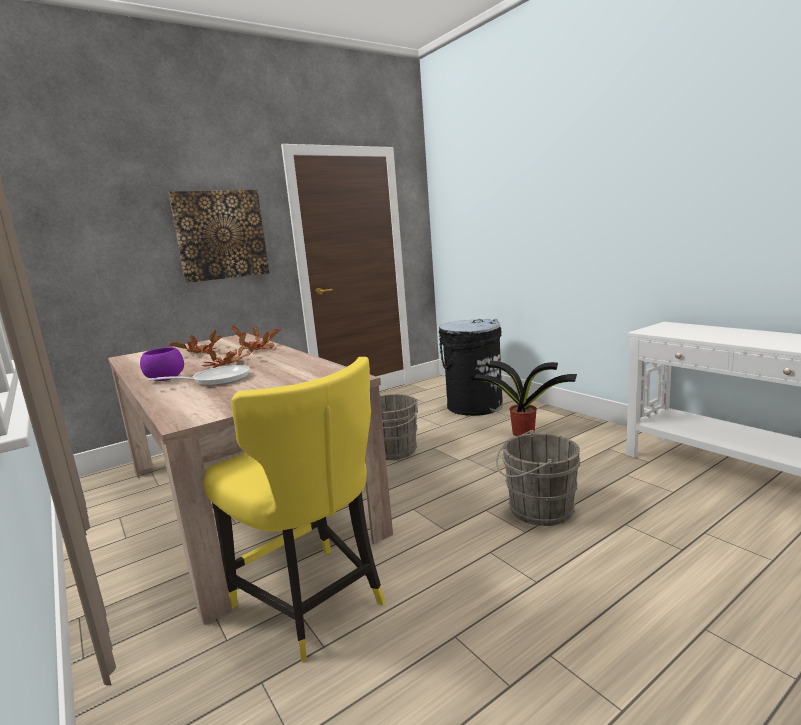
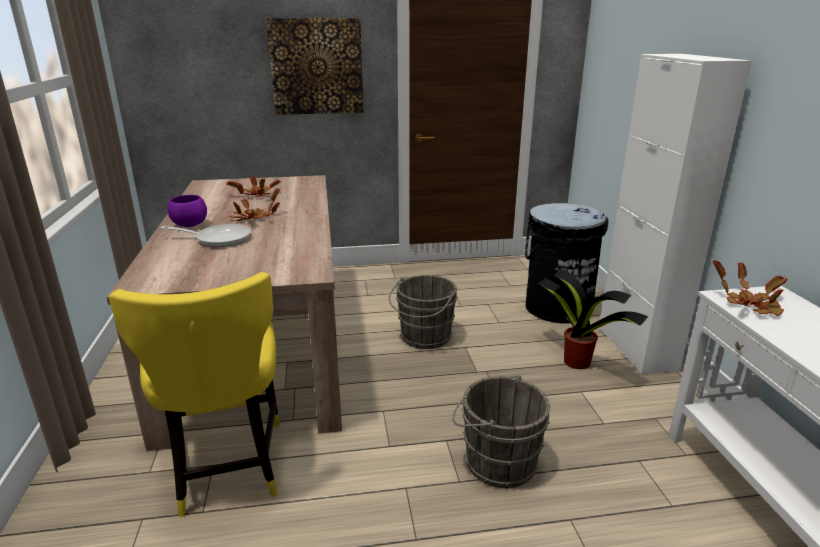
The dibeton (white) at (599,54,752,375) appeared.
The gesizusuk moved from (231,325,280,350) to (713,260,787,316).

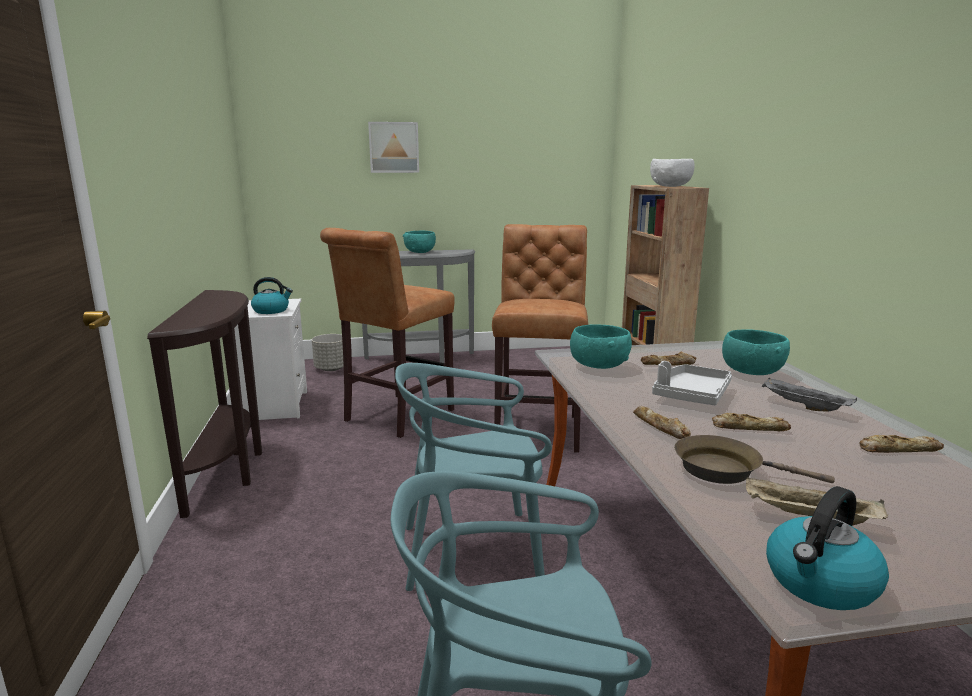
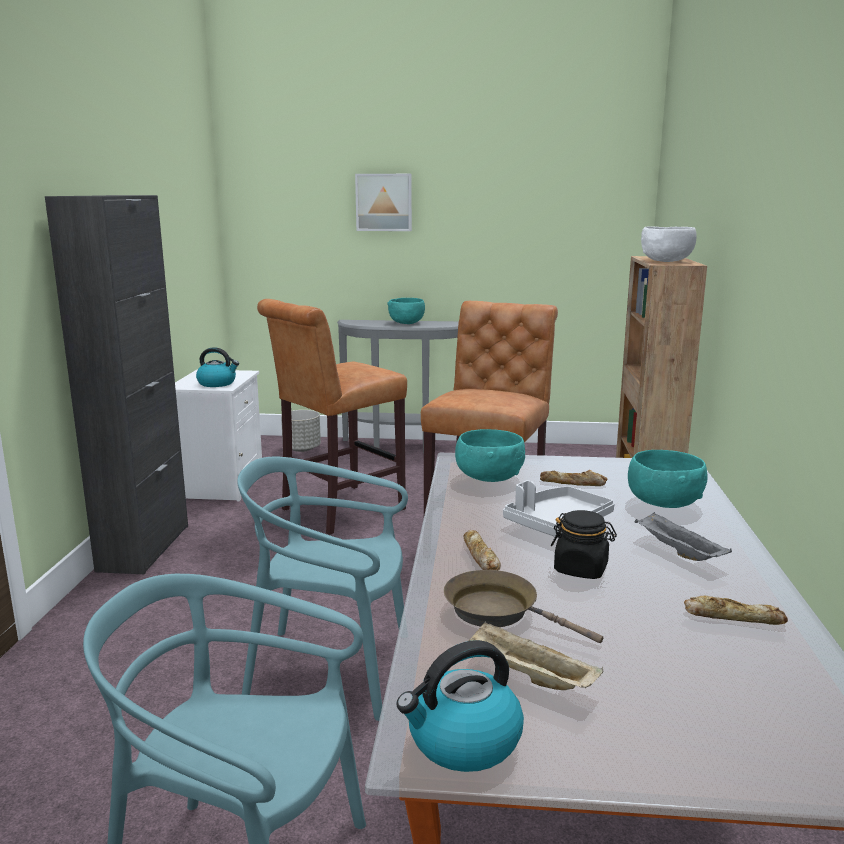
The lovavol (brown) at (147,290,262,518) was replaced by the dibeton (black) at (45,195,188,574).
The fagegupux at (712,413,791,431) was replaced by the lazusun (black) at (551,510,617,579).

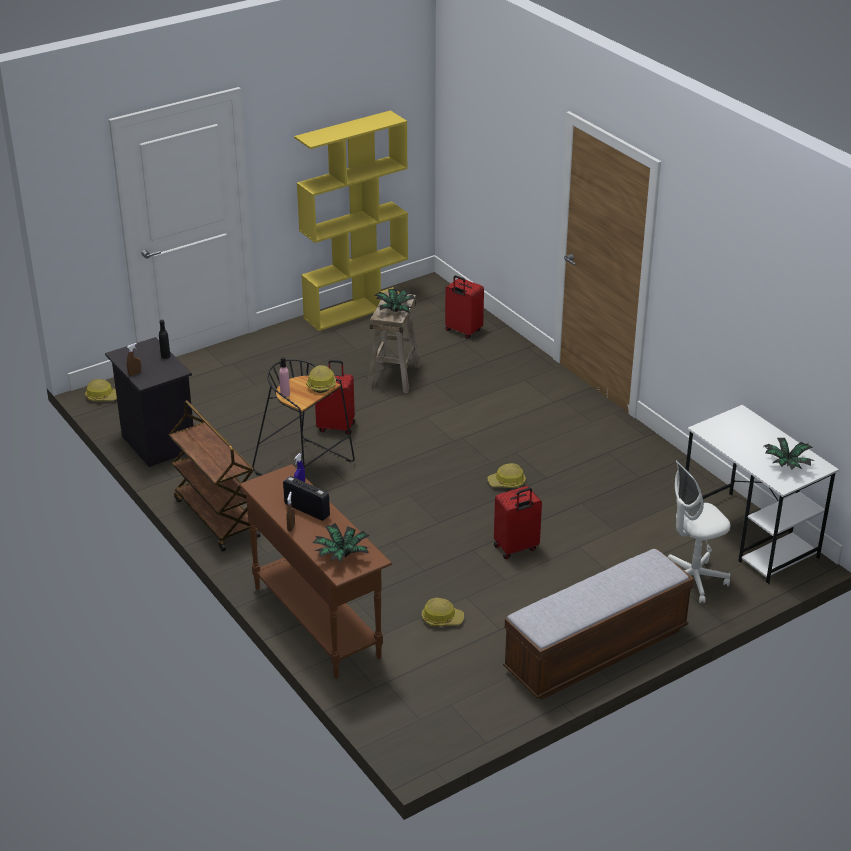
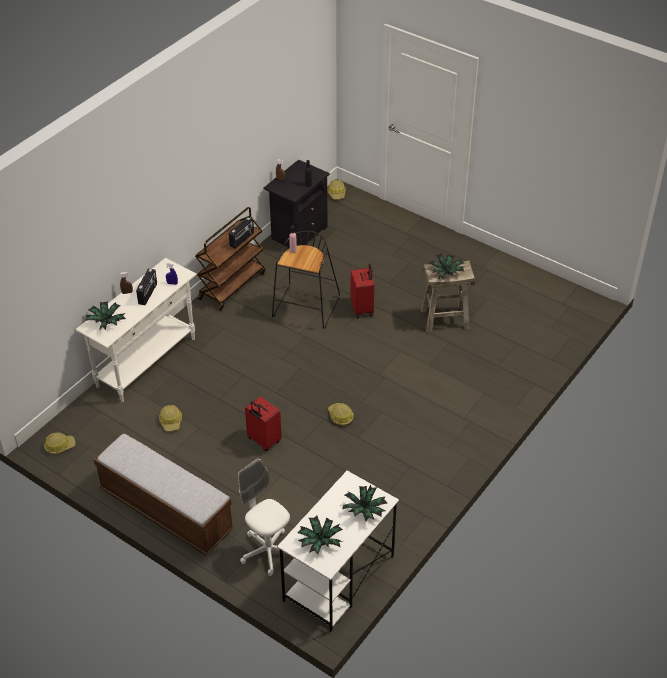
The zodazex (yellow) at (294,110,408,331) disappeared.
The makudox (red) at (445,275,484,338) disappeared.
The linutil at (229,217,254,249) appeared.
The gesizusuk at (342,485,387,522) appeared.
The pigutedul moved from (306,365,336,393) to (44,432,75,454).
The lovavol (brown) at (239,464,392,678) became the lovavol (white) at (76,258,197,402).

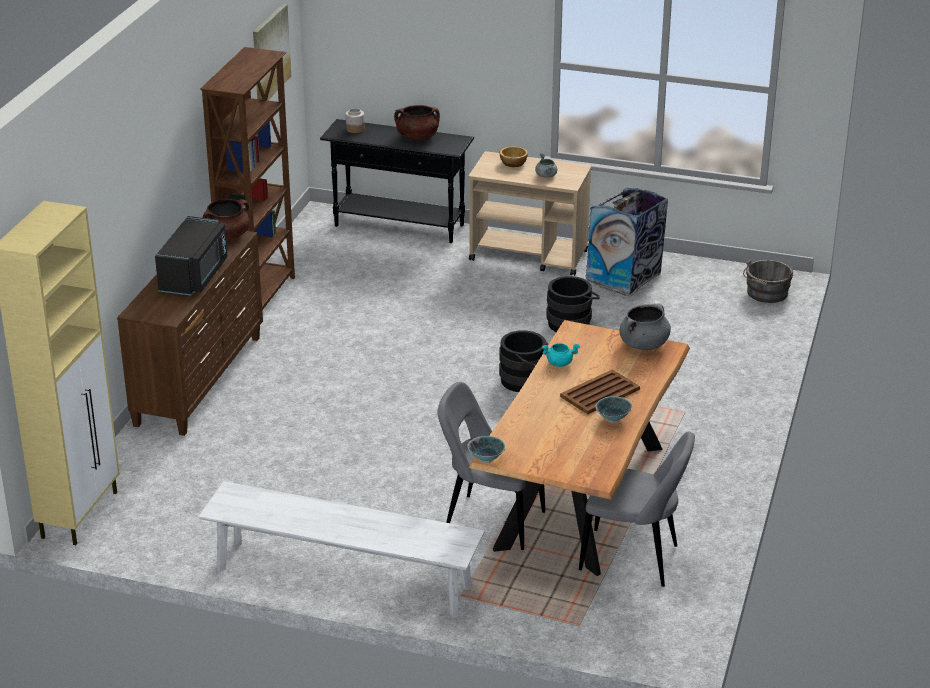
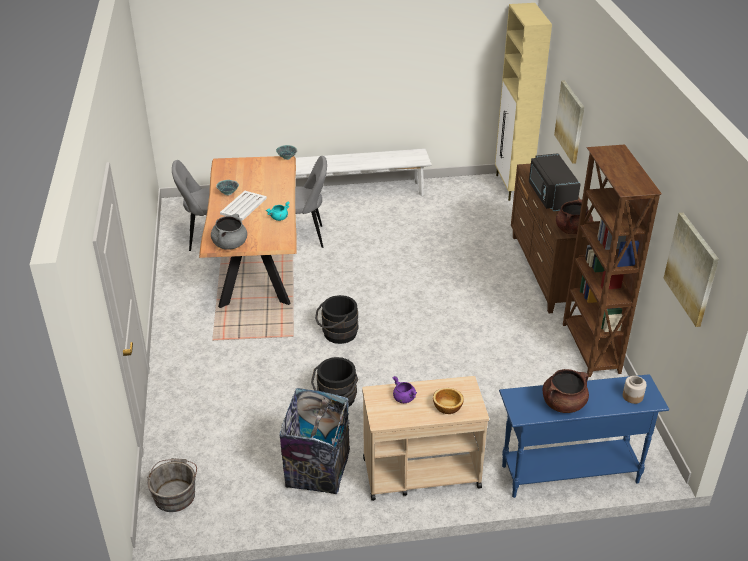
The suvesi at (554,80,584,164) appeared.
The lovavol (black) at (320,119,474,243) became the lovavol (blue) at (499,374,669,498).
The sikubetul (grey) at (535,153,557,177) became the sikubetul (purple) at (393,376,417,403).
The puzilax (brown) at (560,369,640,414) became the puzilax (white) at (220,191,267,221).

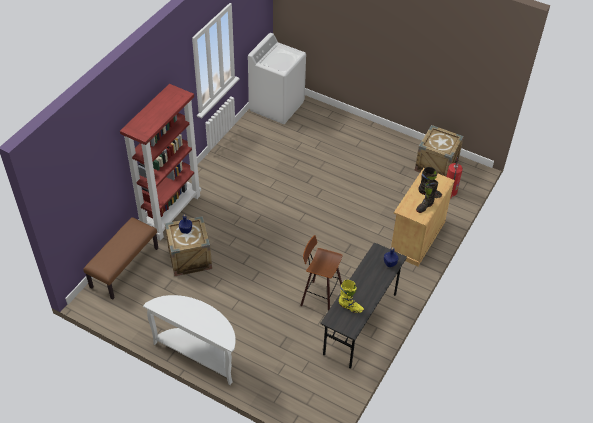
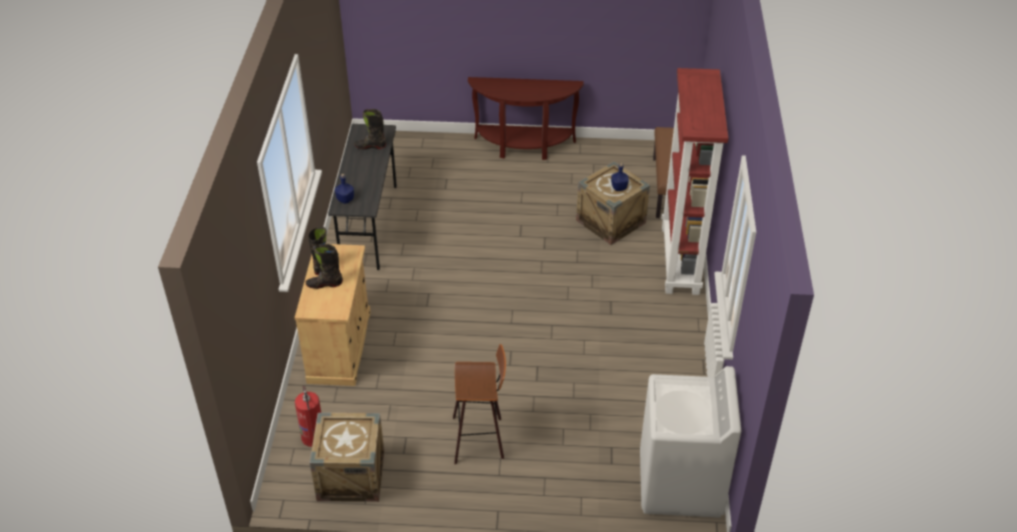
The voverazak moved from (300,235,342,311) to (453,344,506,464).
The lovavol (white) at (143,295,236,385) became the lovavol (brown) at (468,77,584,160).
The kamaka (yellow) at (339,280,364,313) became the kamaka (black) at (354,109,386,149).

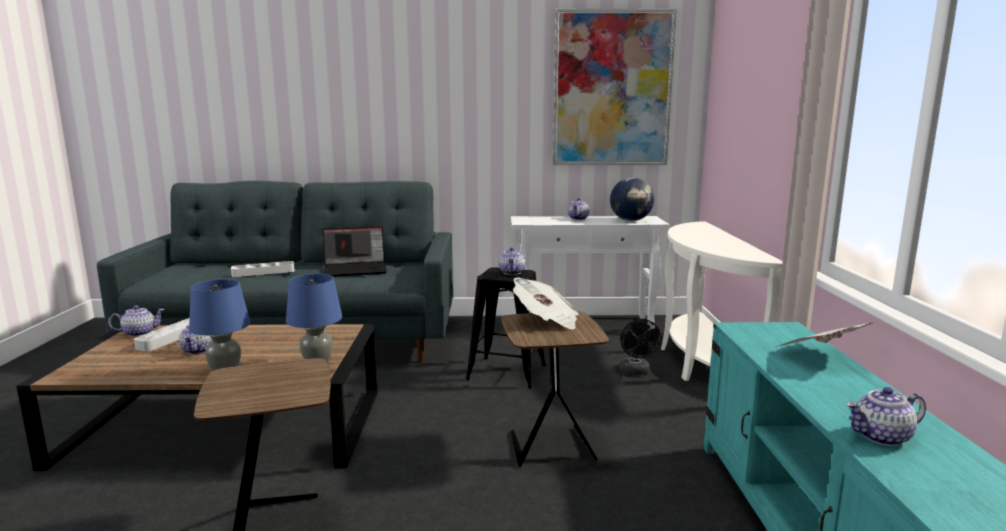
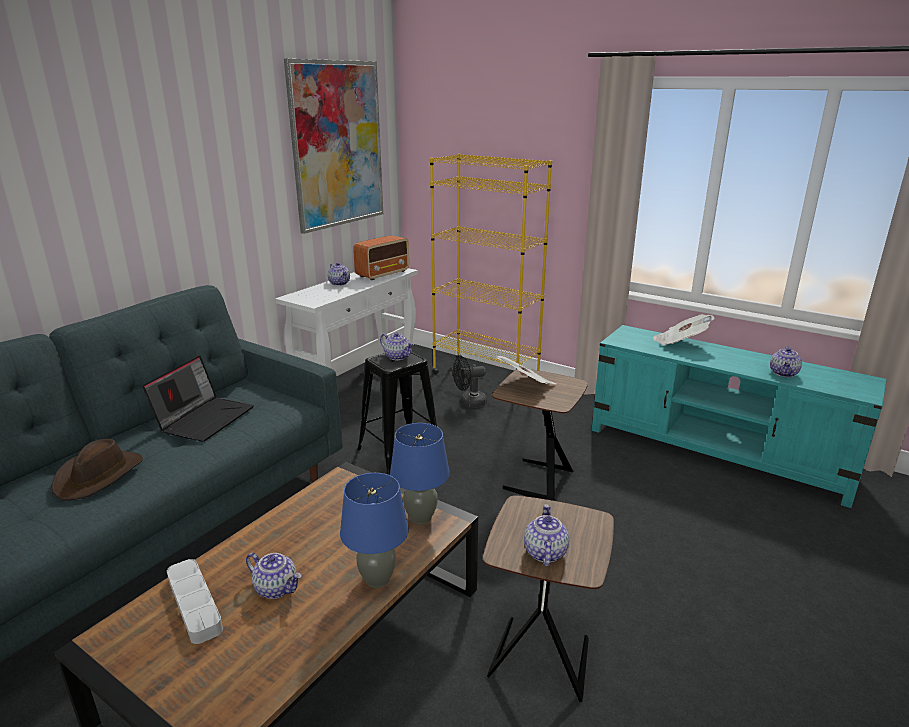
The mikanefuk moved from (108,305,165,337) to (524,504,569,566).
The puzilax (grey) at (231,261,295,277) was replaced by the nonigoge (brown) at (52,439,143,501).
The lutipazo at (610,177,654,221) was replaced by the linutil at (353,235,409,280).
The lovavol (white) at (661,221,783,381) was replaced by the zodazex (yellow) at (430,153,552,374).
The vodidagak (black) at (620,319,661,375) turned 135 degrees clockwise.

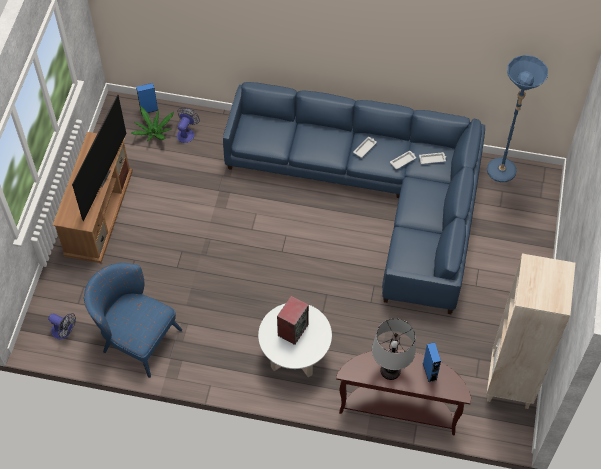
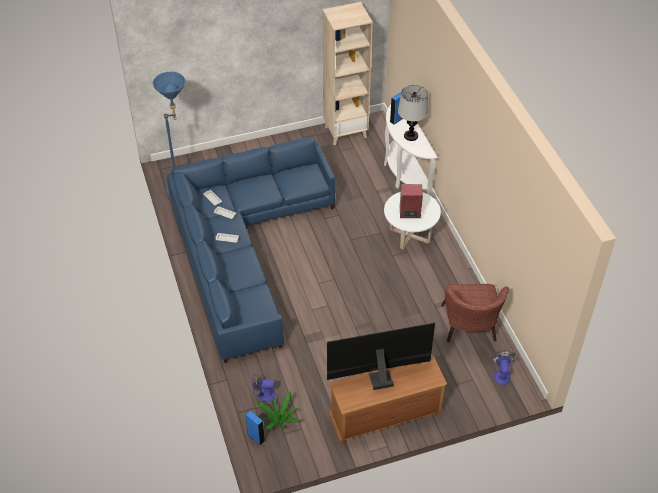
The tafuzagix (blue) at (84,263,182,378) became the tafuzagix (brown) at (441,284,509,342).
The lovavol (brown) at (336,349,471,435) became the lovavol (white) at (384,105,438,196).

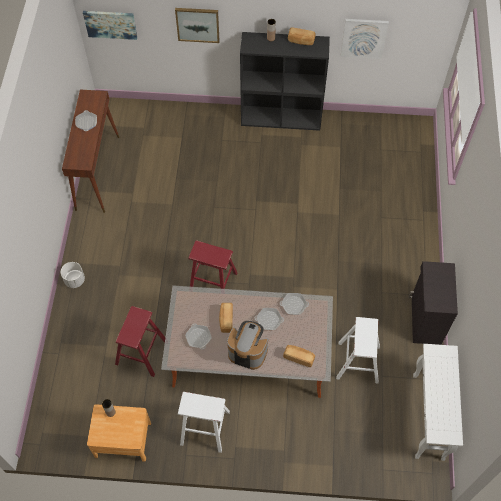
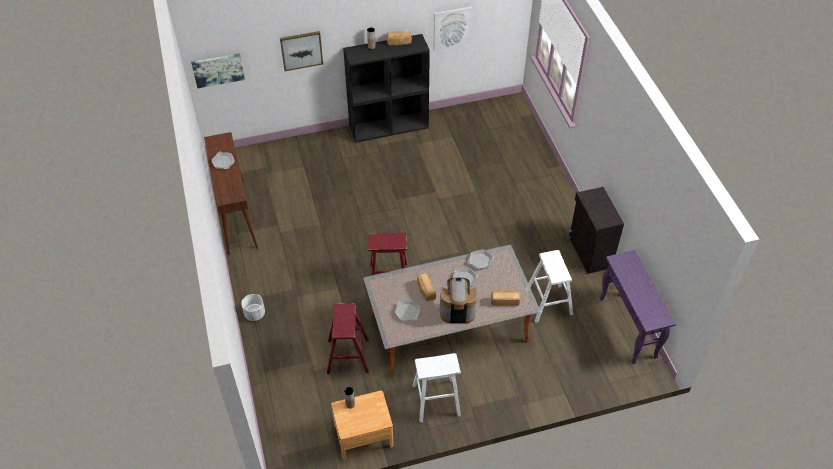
The lovavol (white) at (413,344,463,461) became the lovavol (purple) at (600,250,676,364).

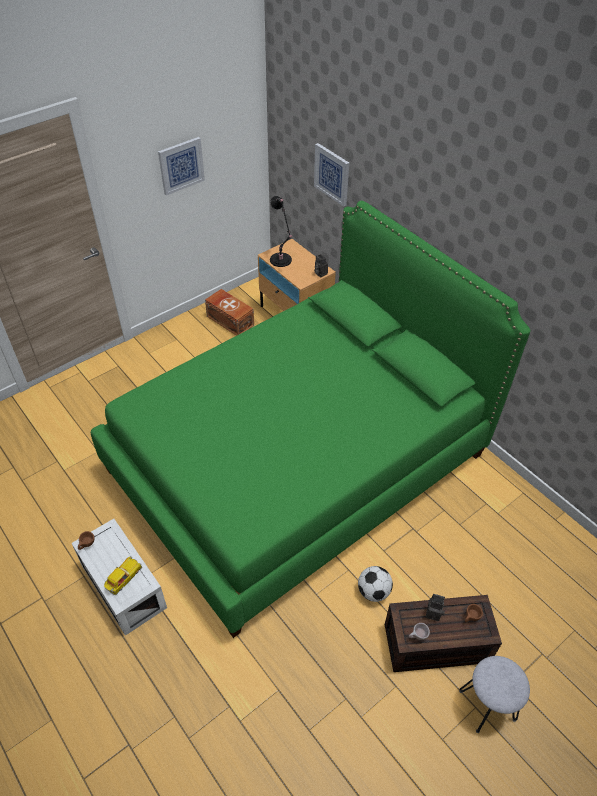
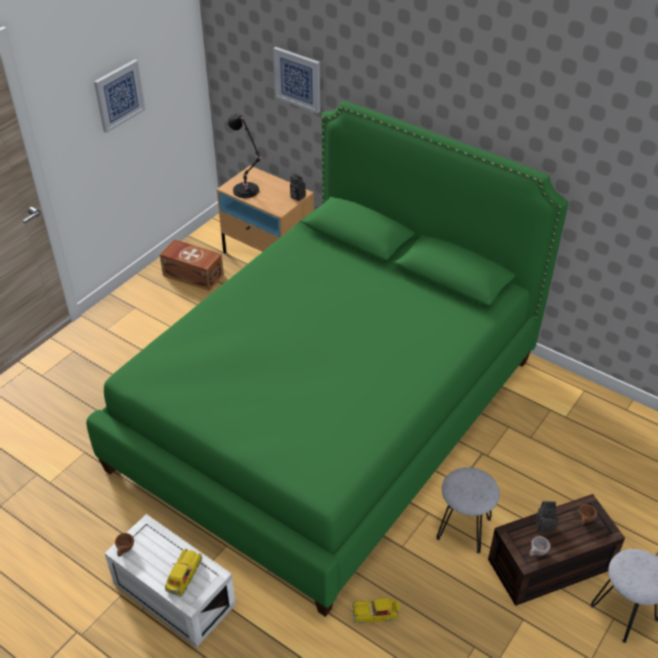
The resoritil at (352,598,400,623) appeared.
The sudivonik at (358,566,393,602) was replaced by the voverazak (grey) at (436,467,500,554).

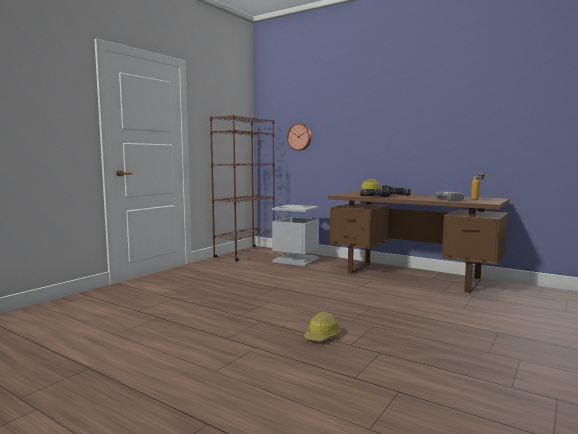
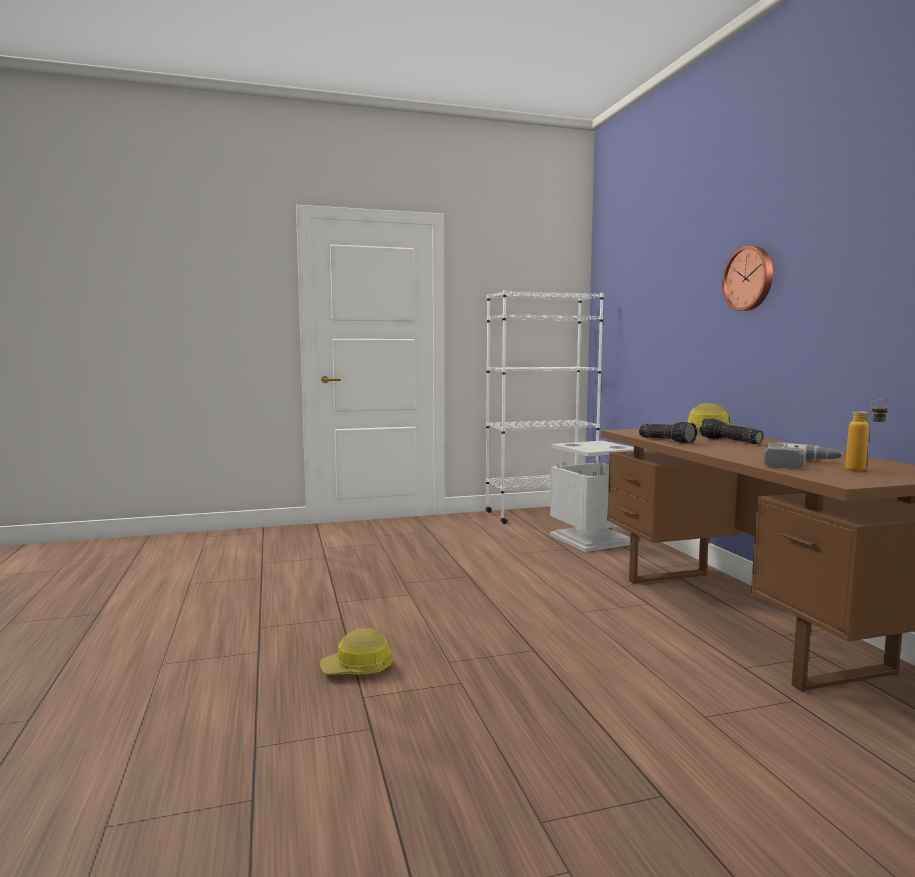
The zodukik moved from (287,123,311,151) to (722,246,773,311).
The zodazex (brown) at (210,115,275,262) became the zodazex (white) at (485,290,604,524).

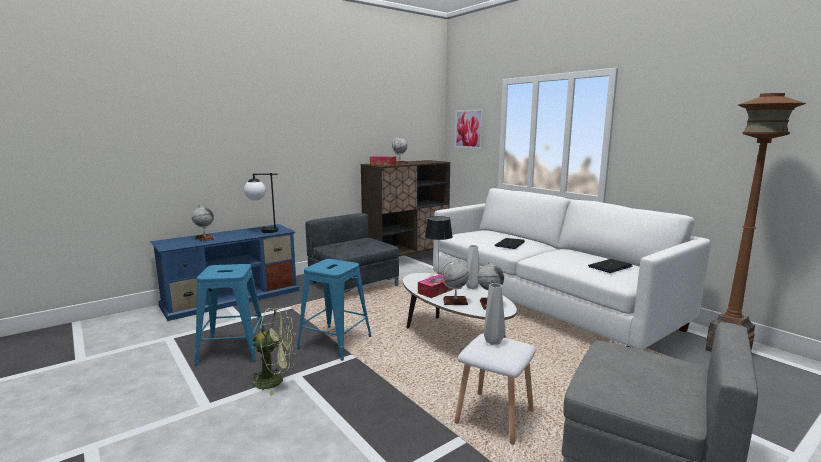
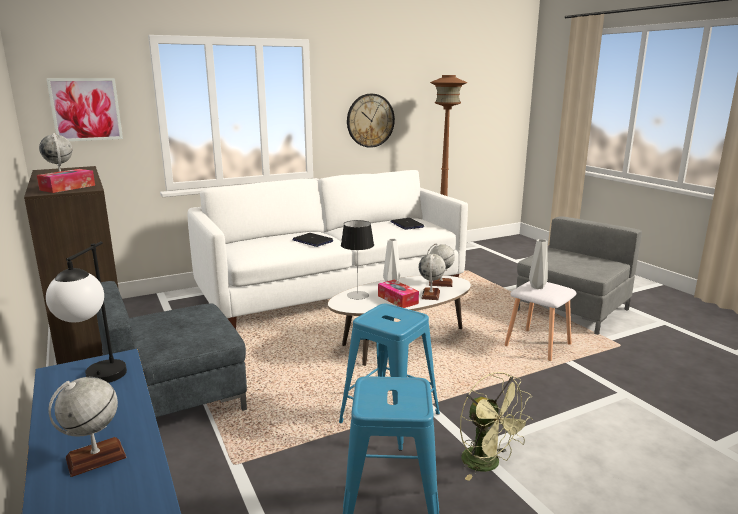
The zodukik at (347,94,395,148) appeared.
The vodidagak (green) at (249,307,297,396) turned 135 degrees clockwise.

